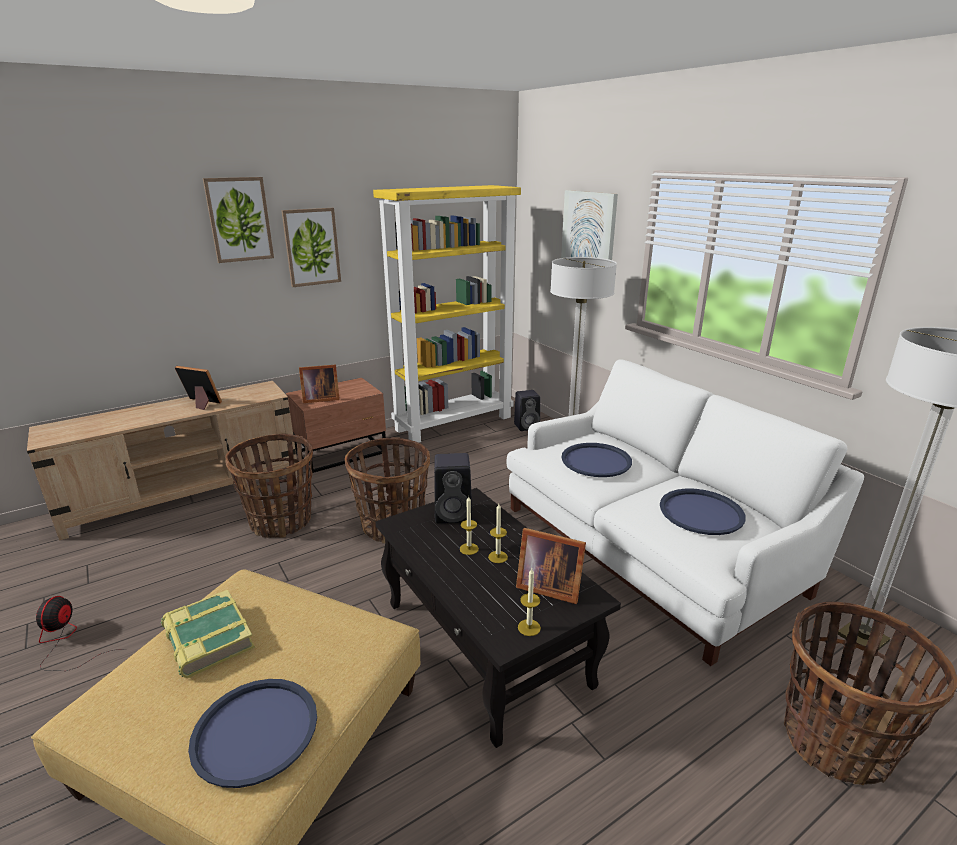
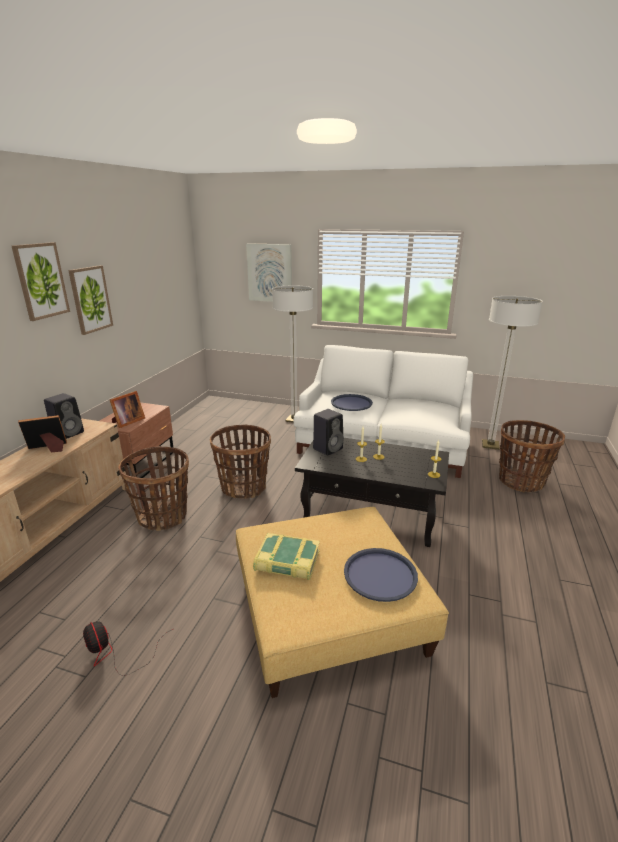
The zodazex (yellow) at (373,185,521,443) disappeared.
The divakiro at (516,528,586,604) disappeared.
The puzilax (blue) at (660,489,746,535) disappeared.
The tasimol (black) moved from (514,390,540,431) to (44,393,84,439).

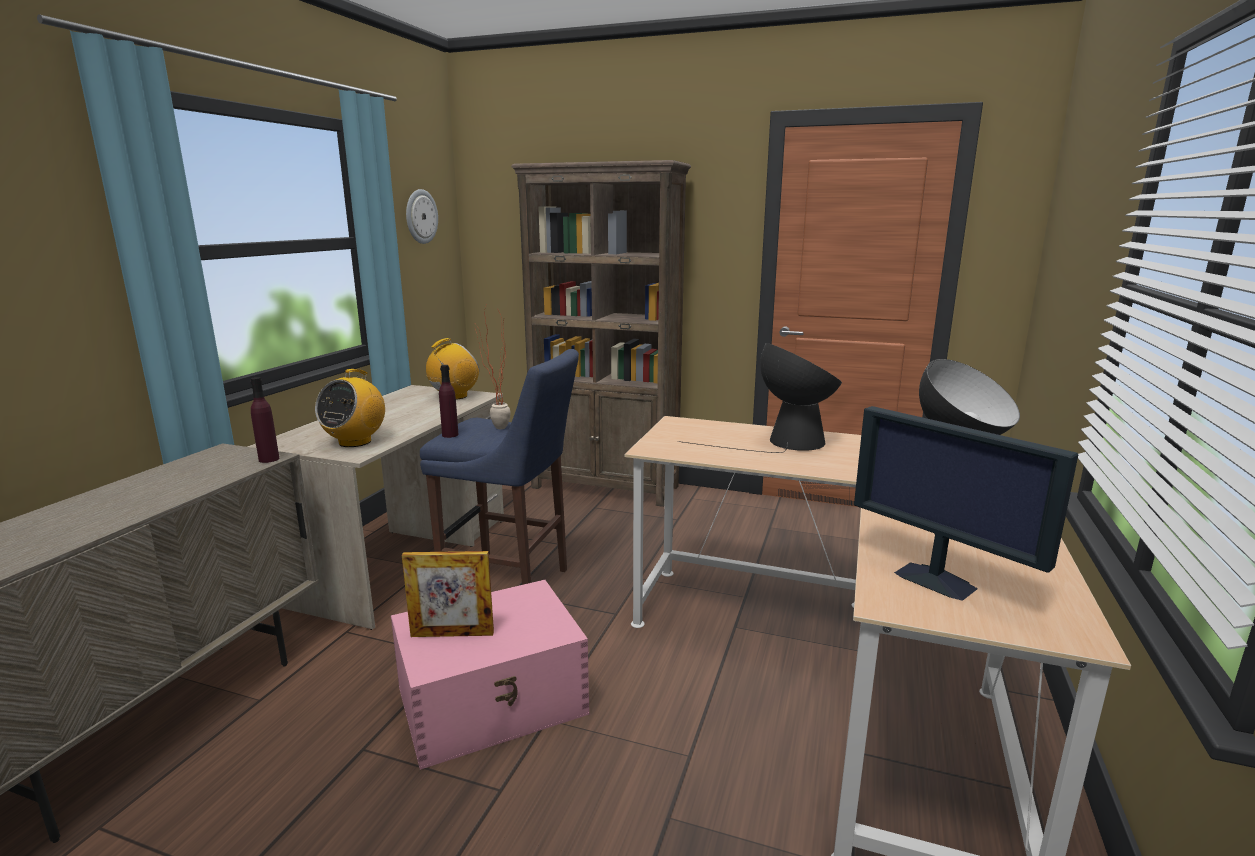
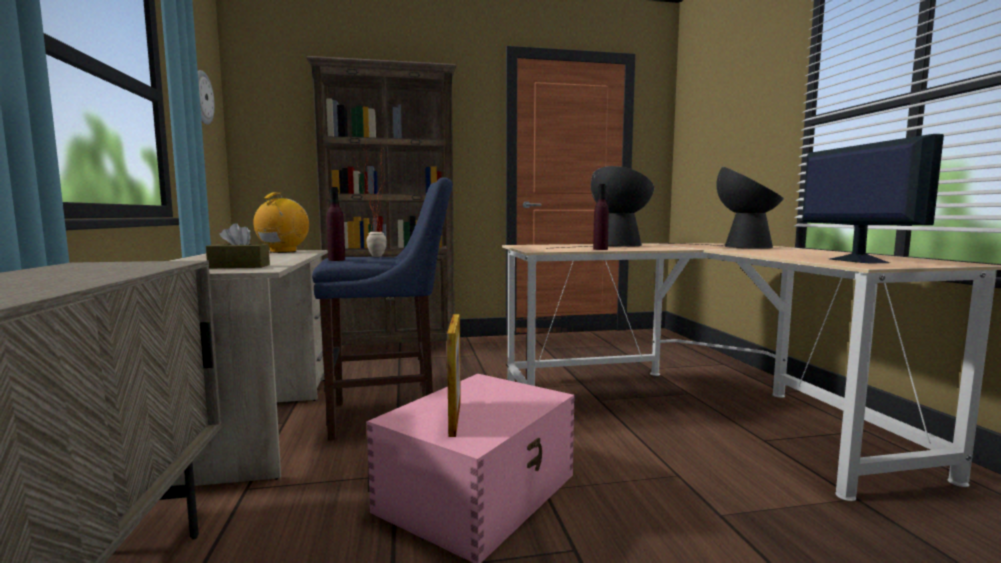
The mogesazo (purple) moved from (250,377,279,463) to (593,184,609,250).
The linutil at (315,369,385,447) was replaced by the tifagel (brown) at (206,223,270,268).
The divakiro at (402,551,494,637) turned 60 degrees counterclockwise.
The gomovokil at (854,406,1079,601) turned 120 degrees counterclockwise.

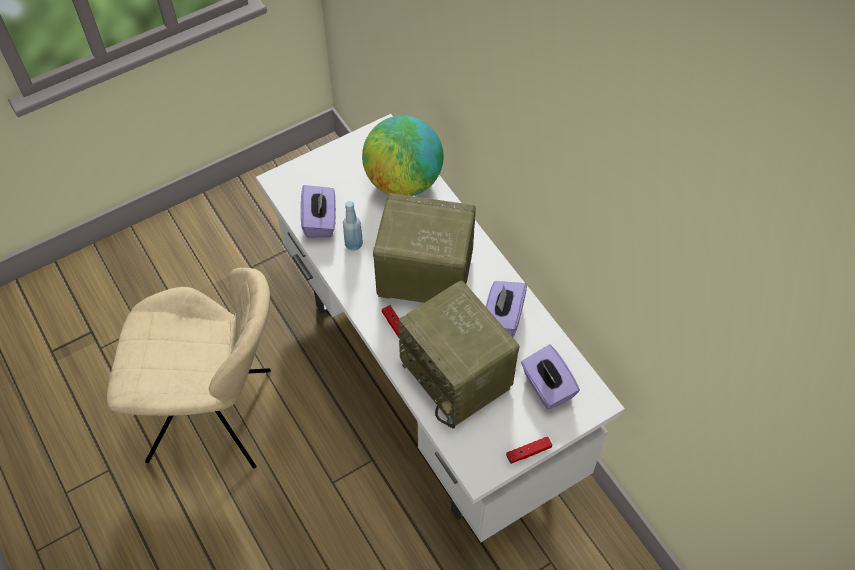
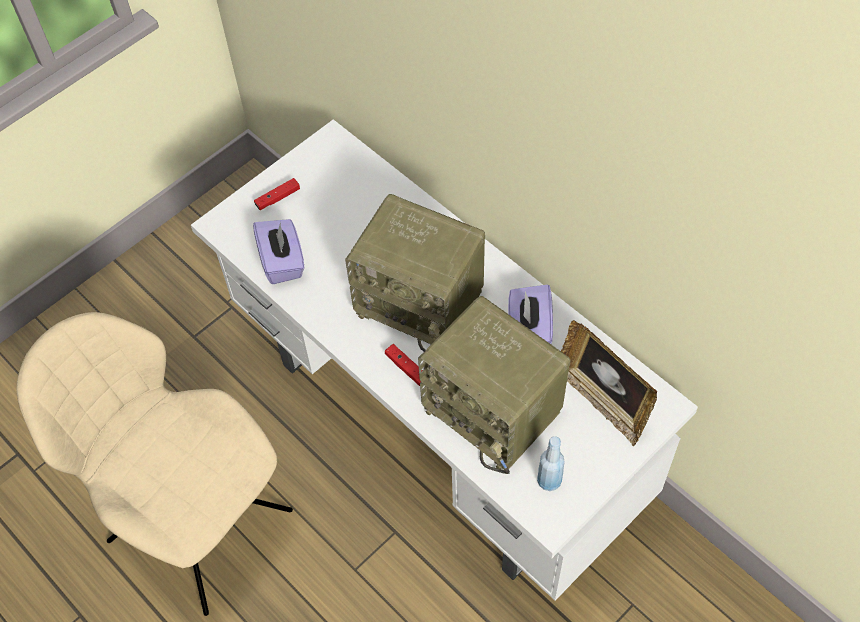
The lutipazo at (362,115,443,196) disappeared.
The mogesazo (blue) moved from (343,201,363,251) to (537,436,565,491).
The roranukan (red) moved from (506,436,552,464) to (254,178,300,210).
The tifagel (purple) at (521,345,580,409) was replaced by the divakiro at (561,320,657,447).
The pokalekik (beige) at (107,268,271,468) turned 135 degrees counterclockwise.
The linutil at (373,193,476,303) turned 150 degrees counterclockwise.

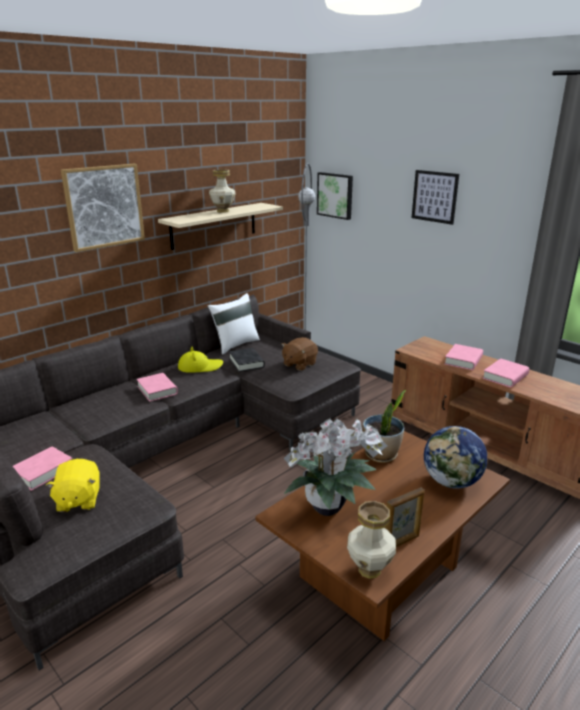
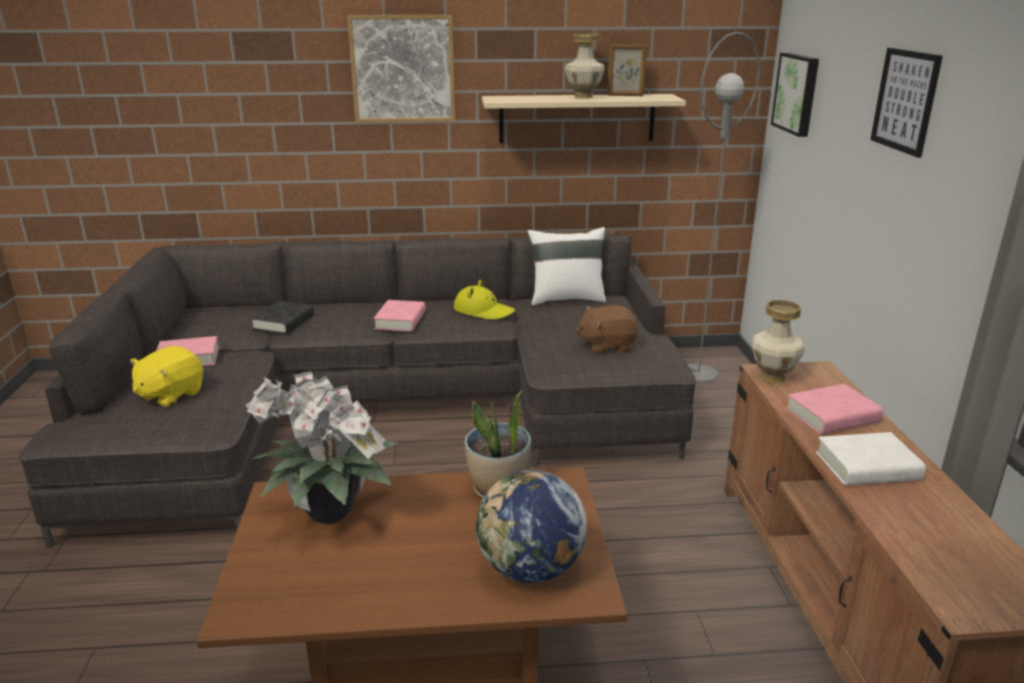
The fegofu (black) moved from (229,348,265,372) to (251,300,314,334).
The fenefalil moved from (347,501,396,579) to (752,300,805,383).
The divakiro moved from (384,487,424,547) to (607,44,647,96).
The fegofu (pink) at (482,358,529,388) became the fegofu (white) at (816,432,926,485).

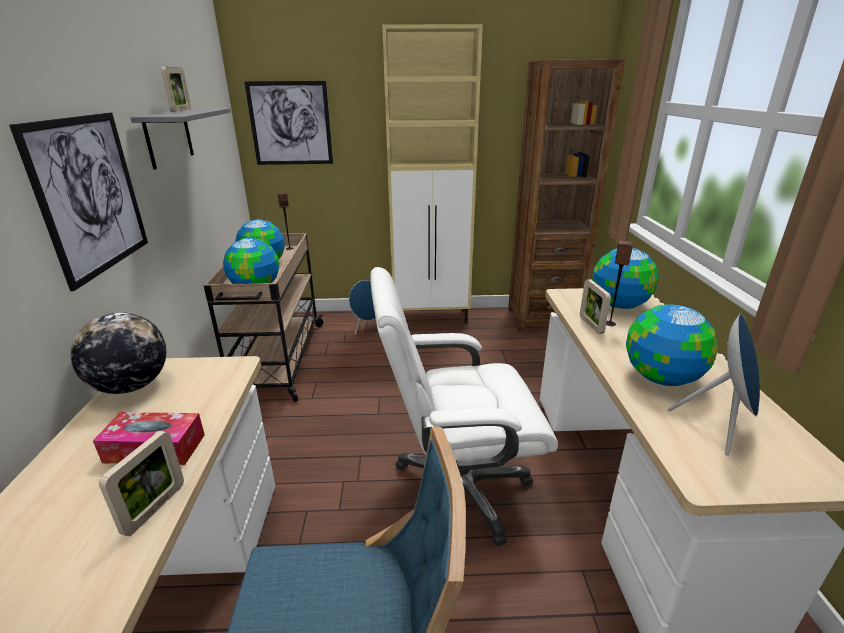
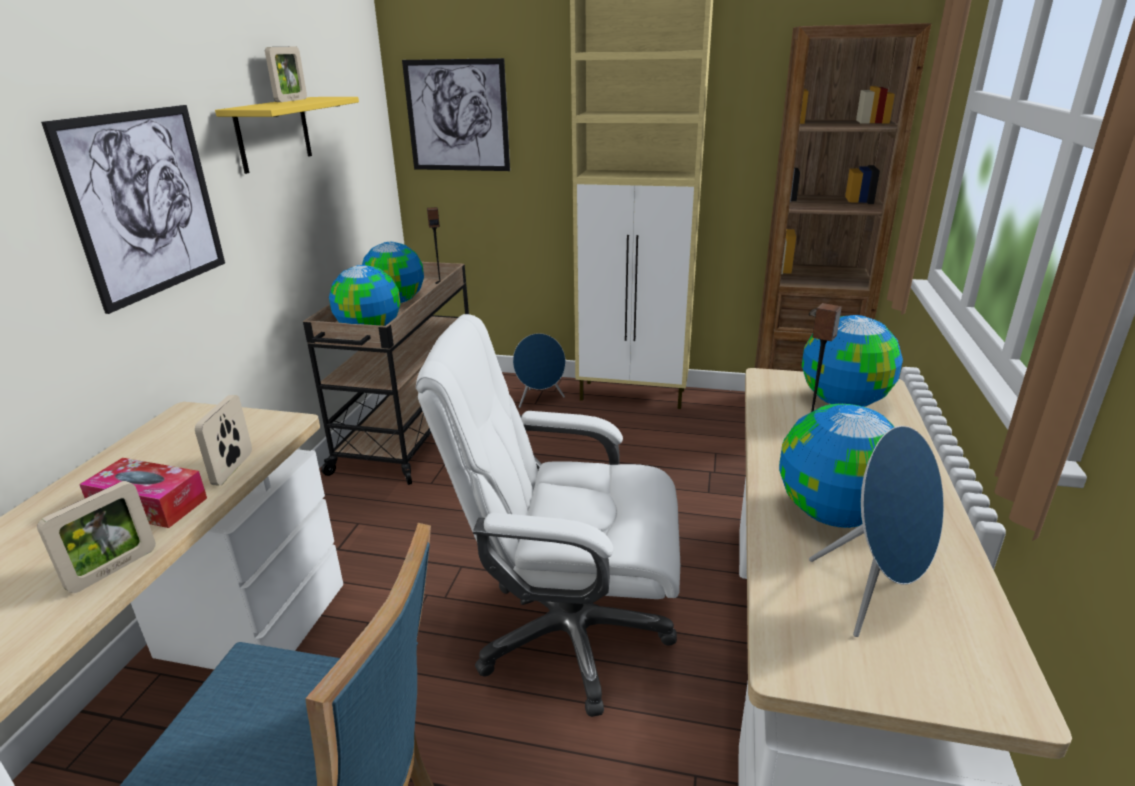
The lutipazo at (71,312,166,394) disappeared.
The divakiro moved from (580,279,611,334) to (195,395,252,485).
The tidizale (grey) at (130,108,231,169) became the tidizale (yellow) at (215,97,359,174).

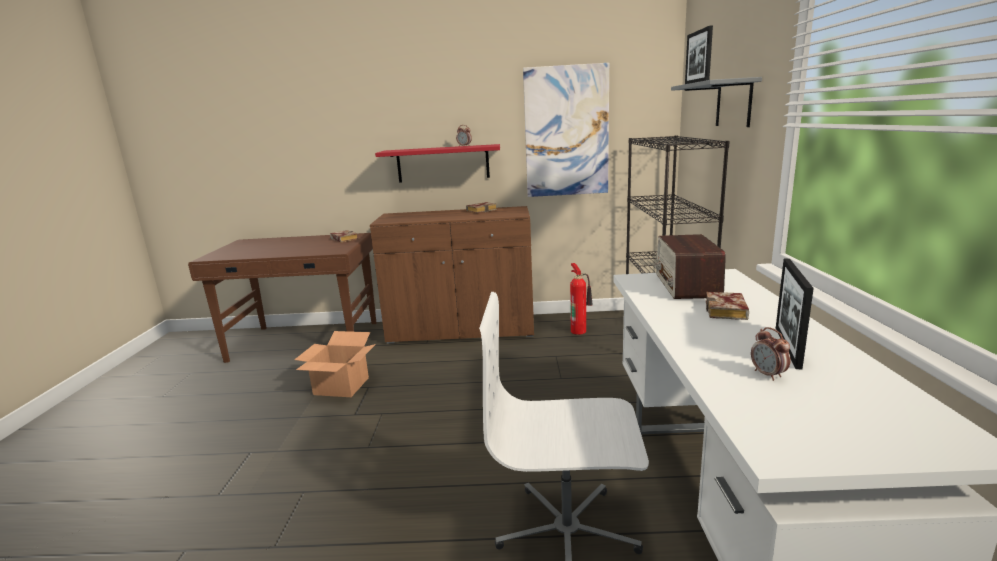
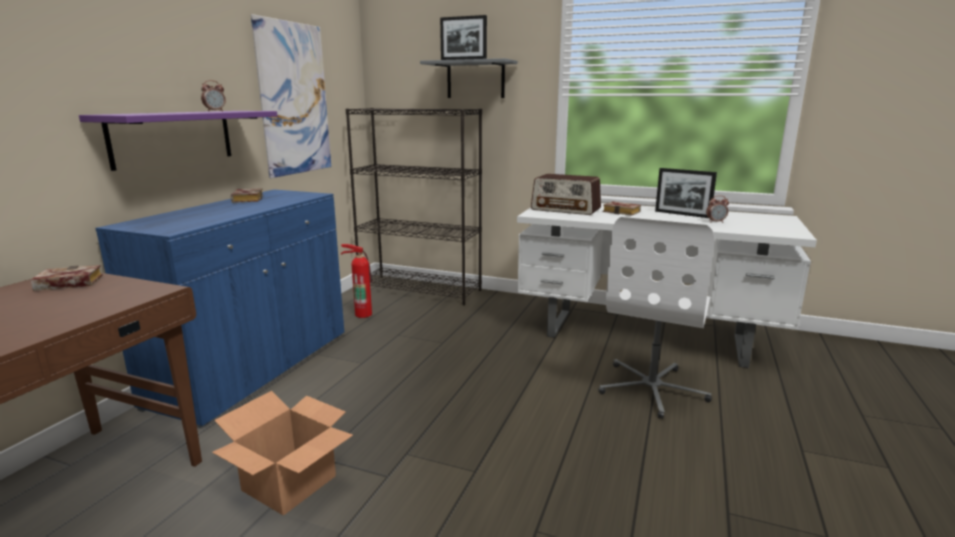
The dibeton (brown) at (370,206,534,344) became the dibeton (blue) at (95,190,344,428).
The tidizale (red) at (375,144,500,183) became the tidizale (purple) at (79,111,277,171).

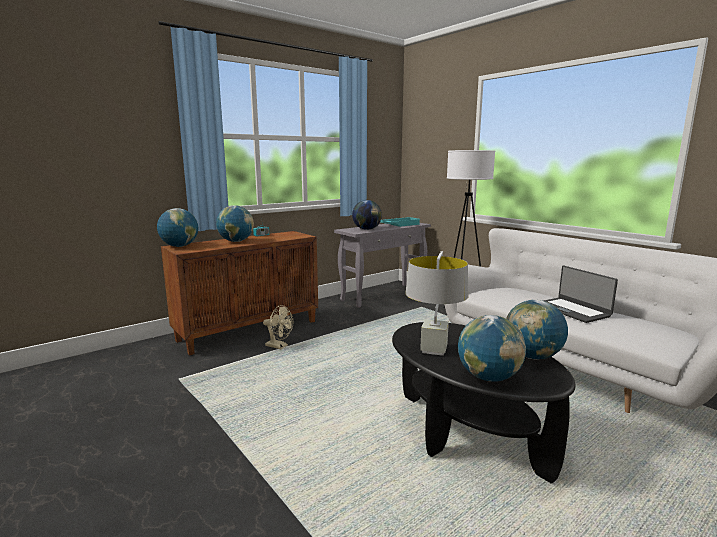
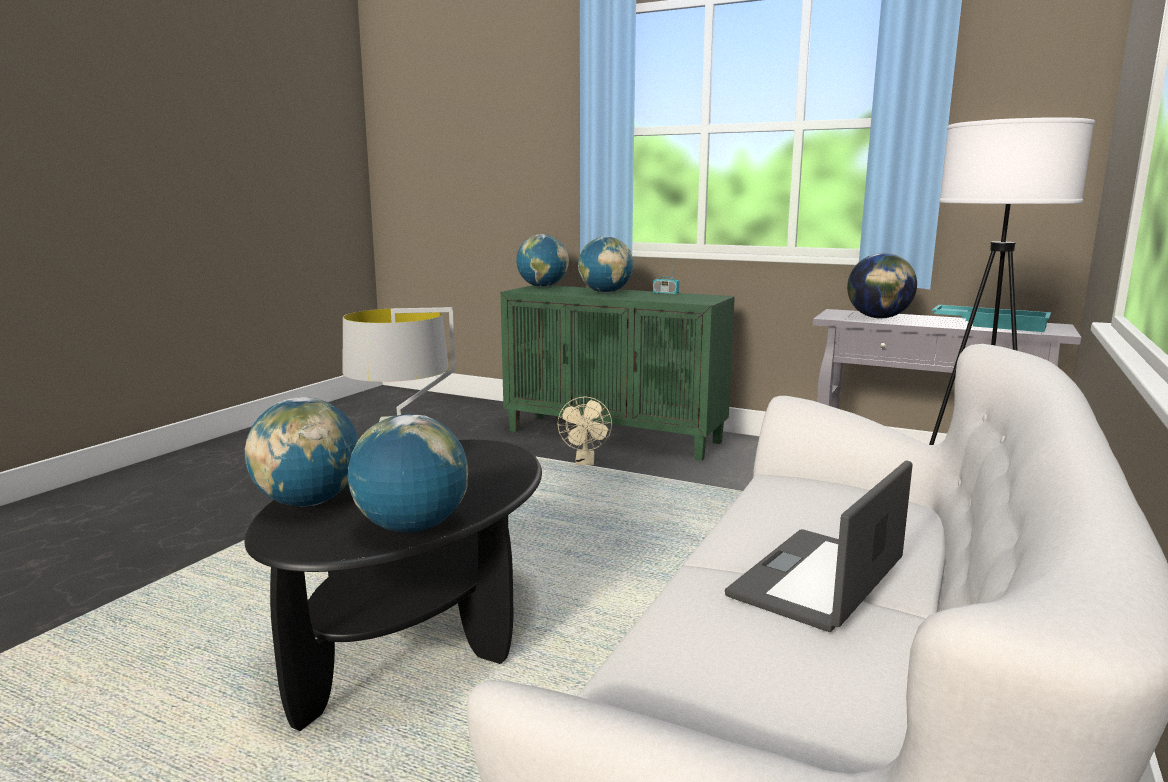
The dibeton (brown) at (161,231,318,356) became the dibeton (green) at (500,285,735,461).

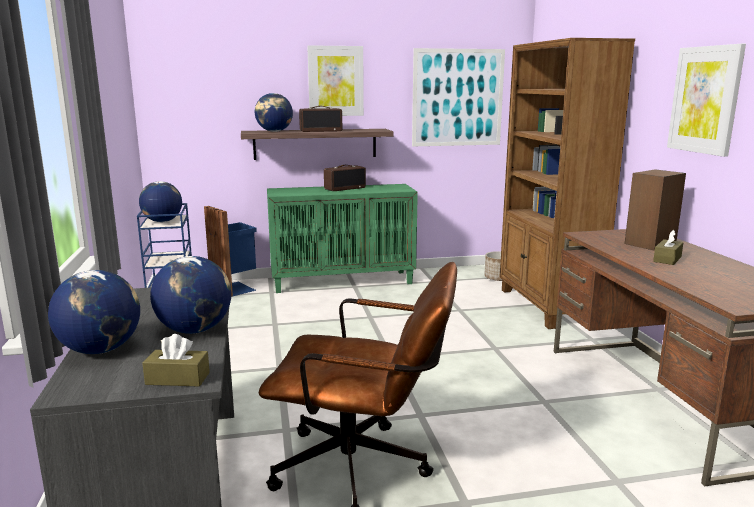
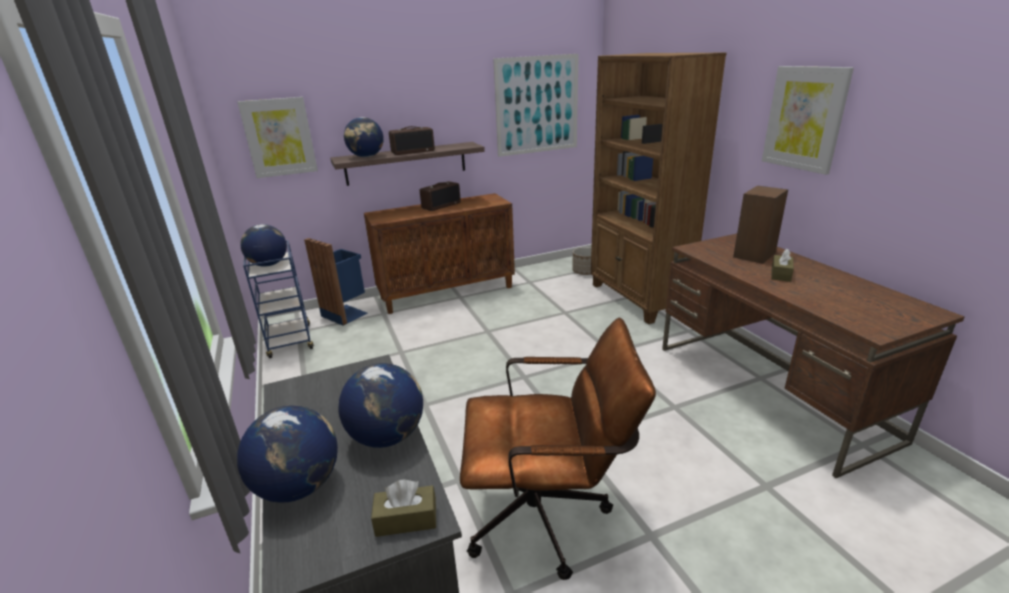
The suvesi moved from (307,45,364,116) to (237,97,318,178).
The dibeton (green) at (267,184,418,293) became the dibeton (brown) at (364,193,515,314).

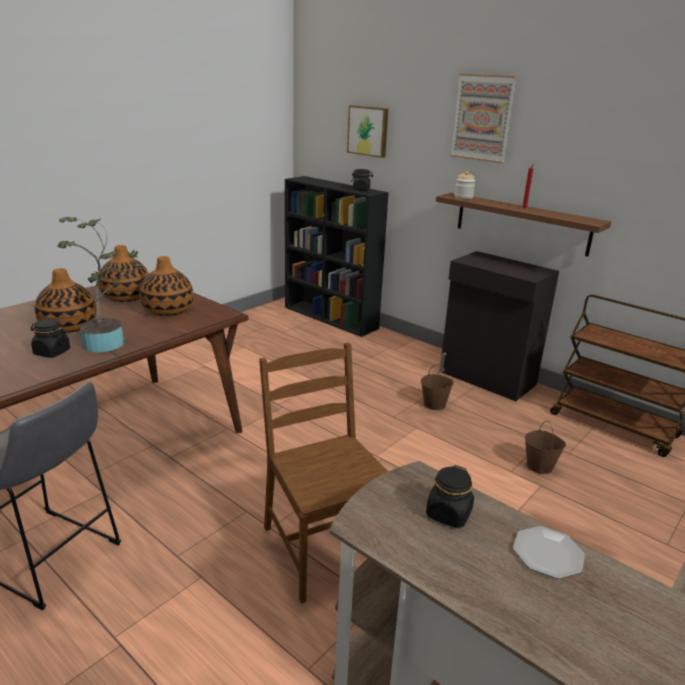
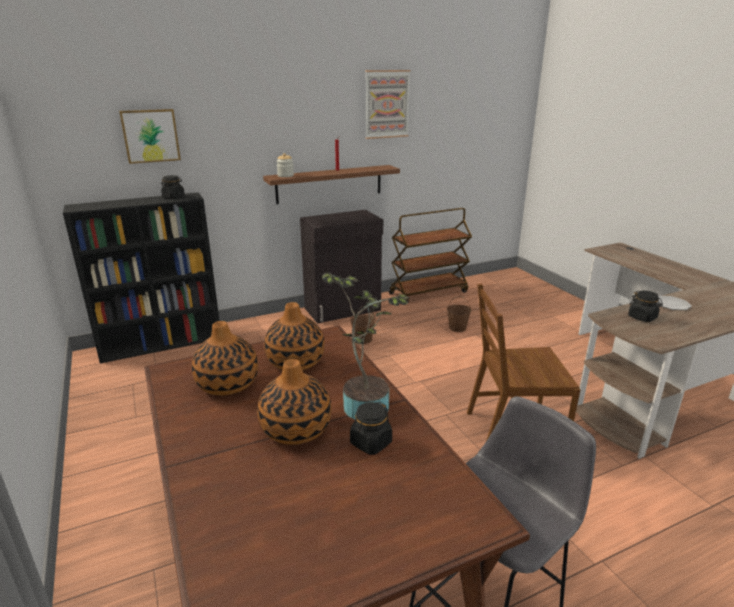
The suvesi moved from (450,74,517,163) to (365,70,411,139).

